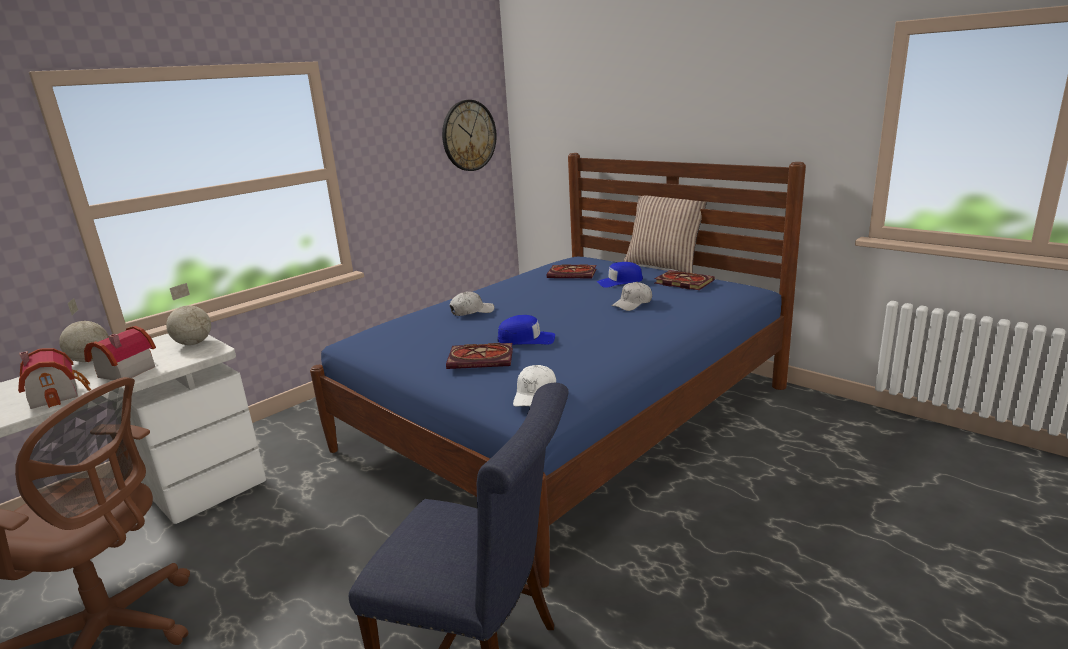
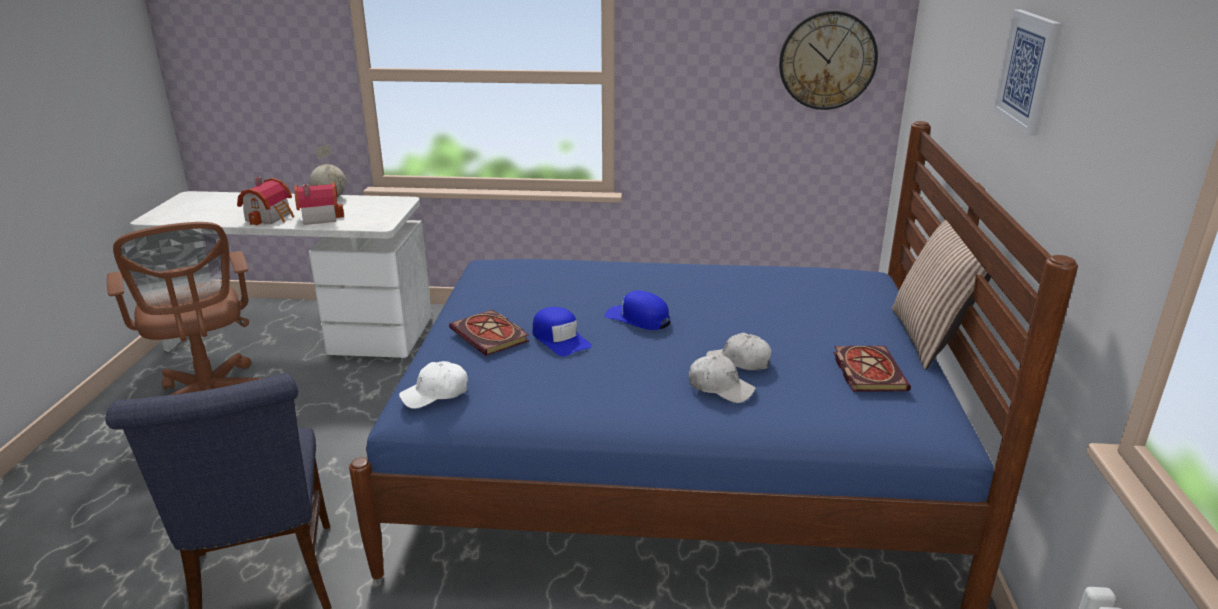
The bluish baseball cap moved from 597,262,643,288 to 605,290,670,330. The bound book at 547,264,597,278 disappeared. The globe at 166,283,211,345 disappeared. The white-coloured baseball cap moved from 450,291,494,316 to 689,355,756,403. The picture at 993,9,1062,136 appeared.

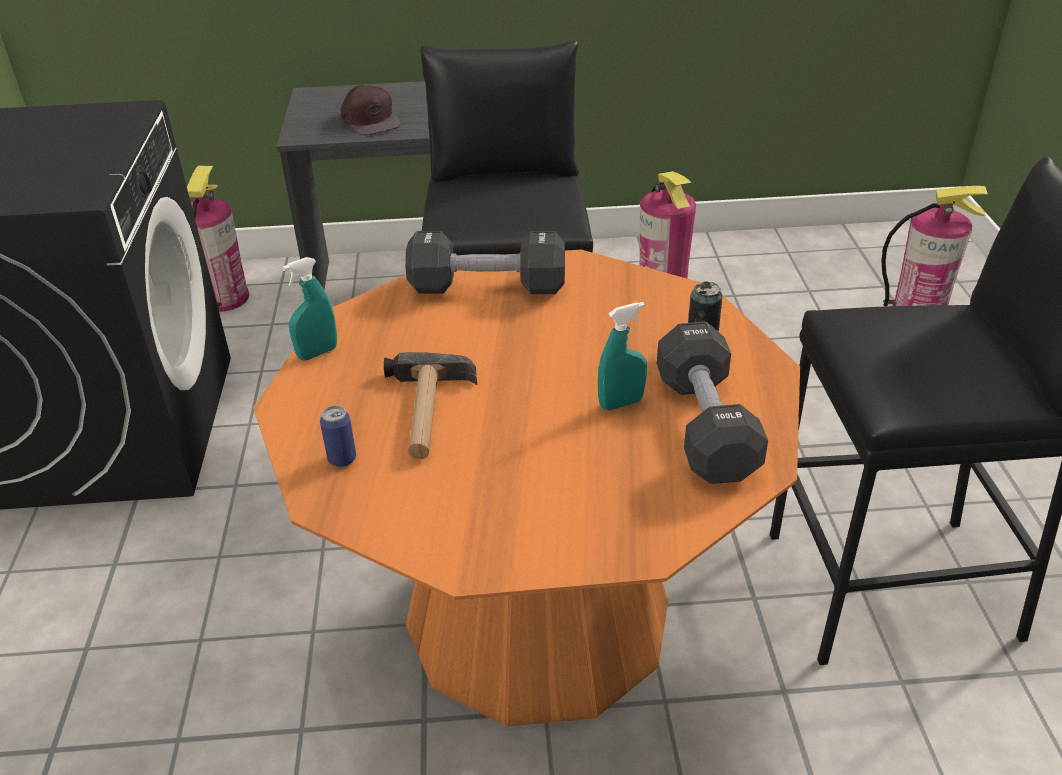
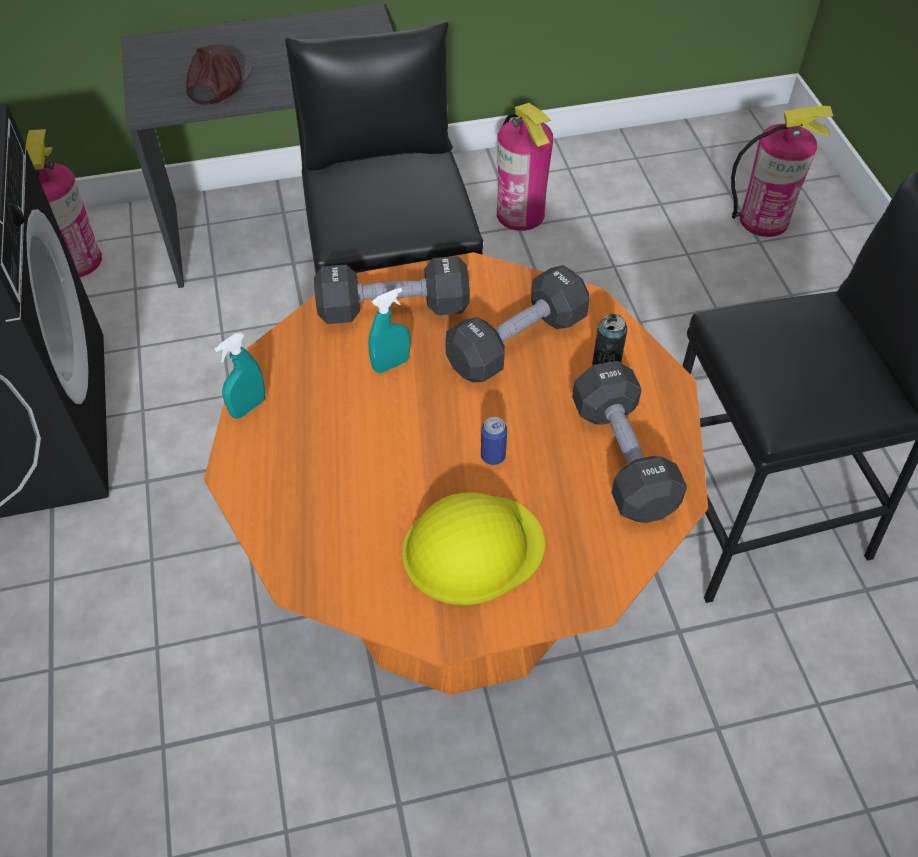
The brownish baseball cap at 341,84,401,135 turned 120 degrees counterclockwise. The blue-green hand sprayer moved from 598,302,647,410 to 368,288,411,373. The hand hammer at 384,353,477,459 disappeared. The can moved from 320,405,356,467 to 481,417,507,465. The black-coloured dumbbell at 446,265,590,382 appeared. The yellow work helmet at 402,492,545,605 appeared.

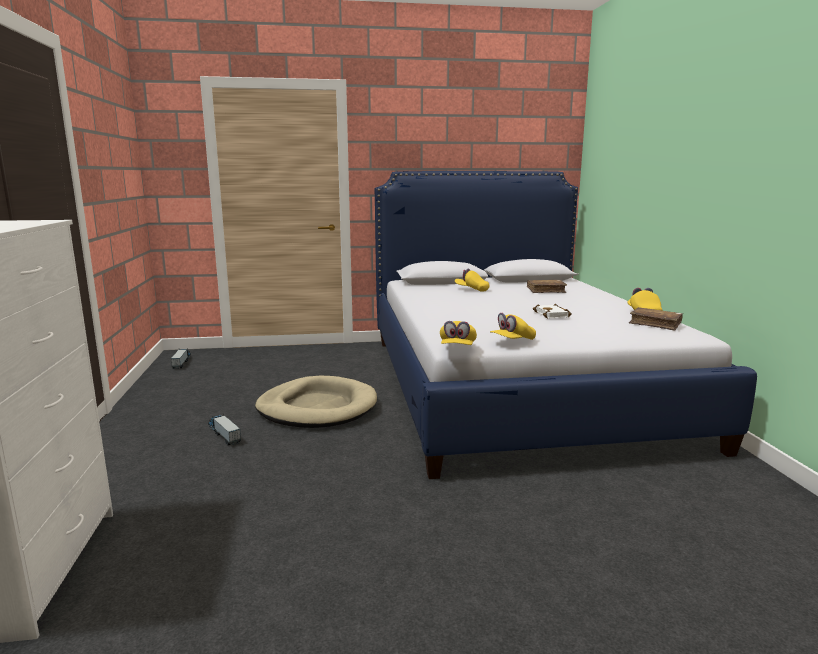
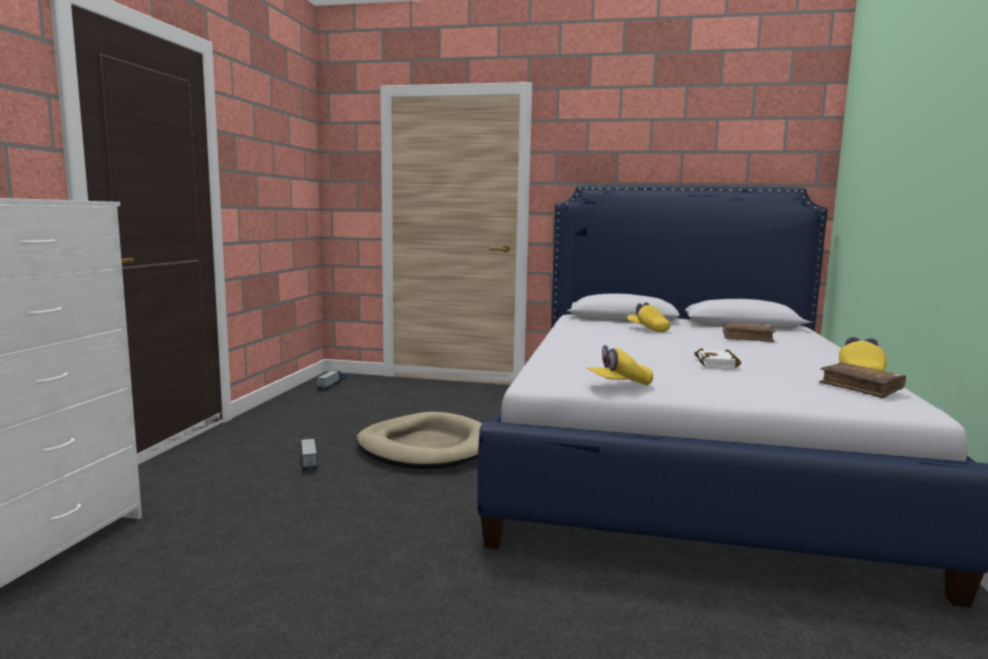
The yellow baseball cap at 440,321,477,345 disappeared.

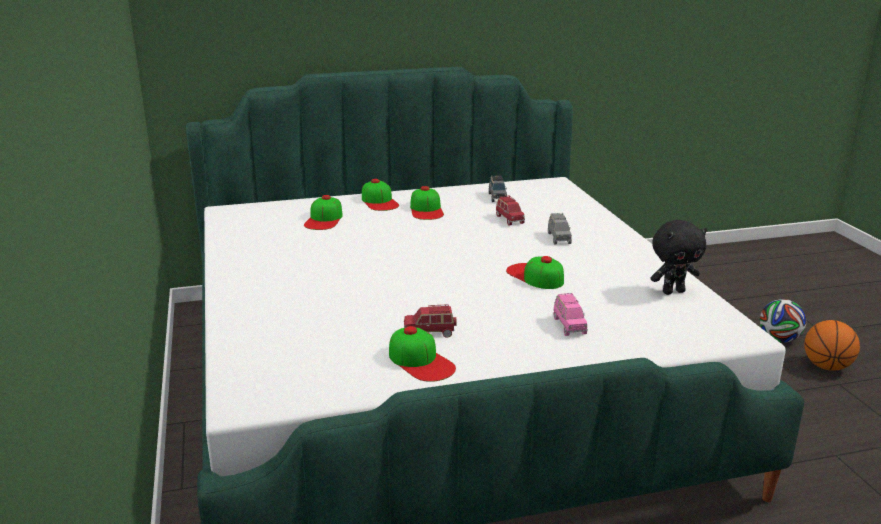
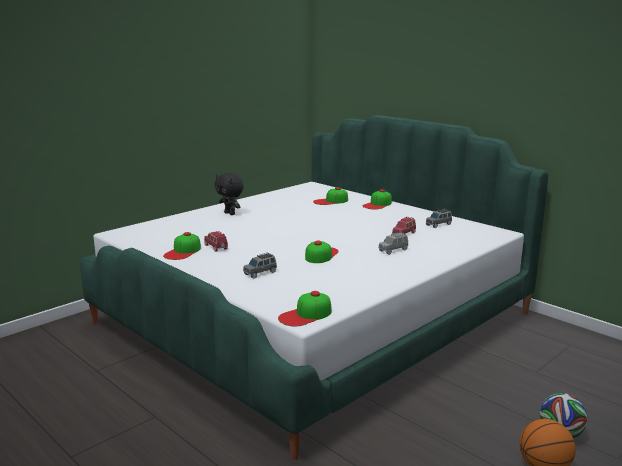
The baseball cap moved from 410,186,444,220 to 278,291,332,326. The black-coloured soft toy moved from 651,220,707,295 to 215,173,244,215. The pink-coloured toy car at 554,293,588,336 became the gray toy car at 243,252,277,279.

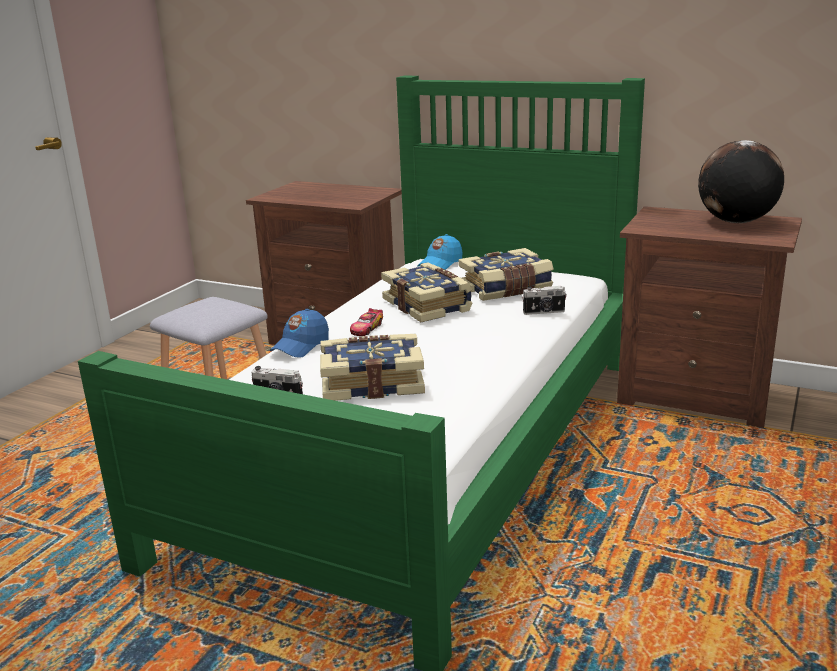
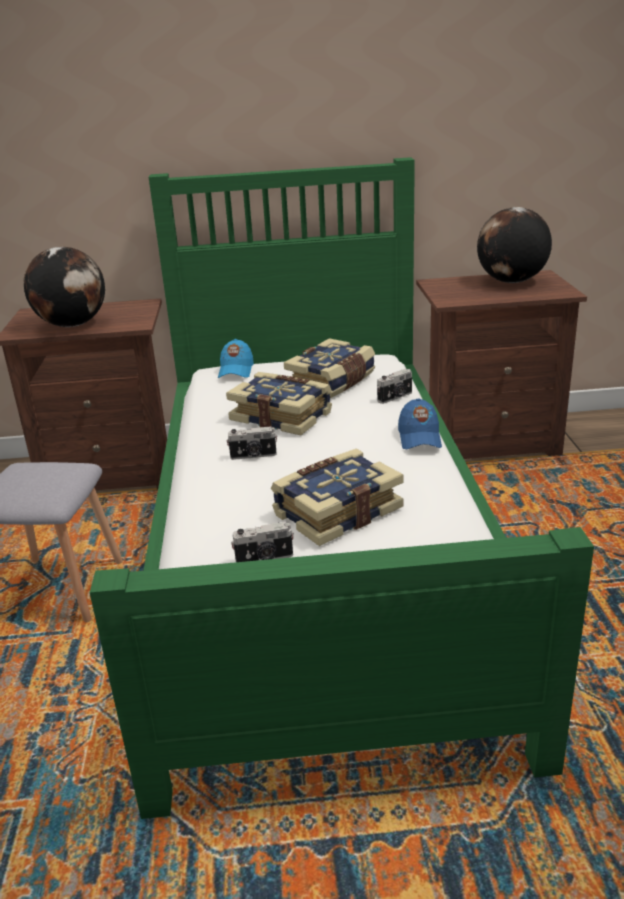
The toy car at 350,308,383,336 was replaced by the photo camera at 227,426,277,460. The bluish baseball cap moved from 269,309,329,358 to 398,398,442,449. The globe at 24,247,105,327 appeared.

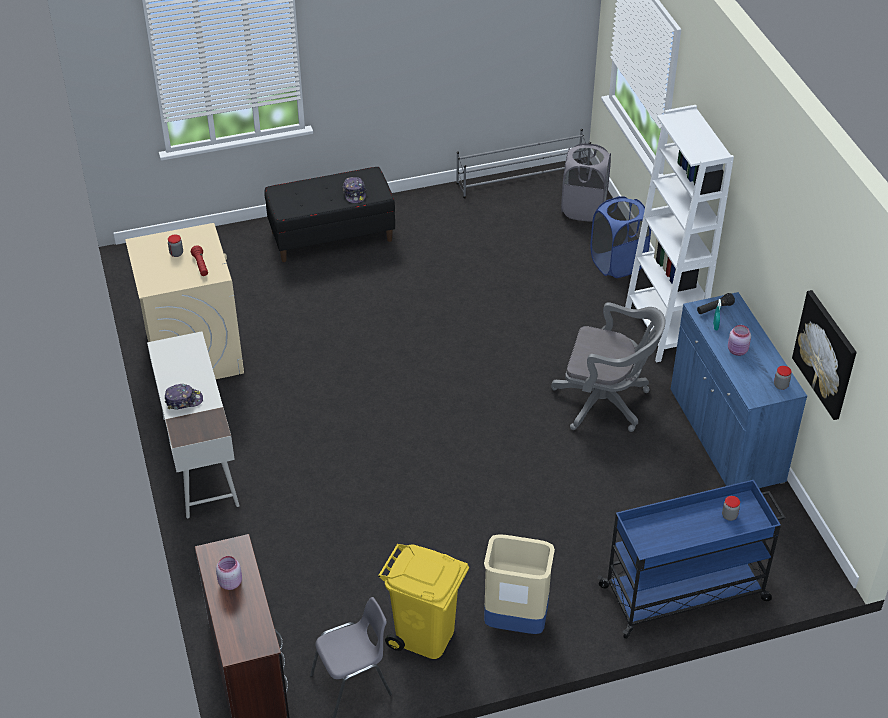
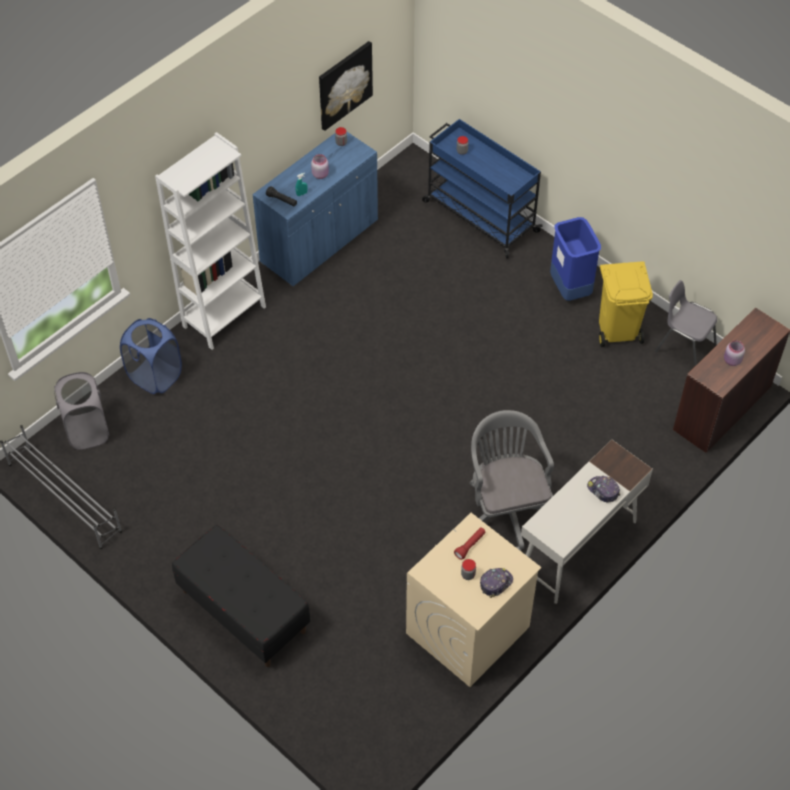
The baseball cap moved from 343,177,366,203 to 480,568,513,598. The gray office chair moved from 551,302,665,432 to 469,410,554,551. The sand-coloured waste bin at 484,534,555,634 became the bluish waste bin at 550,217,601,301.

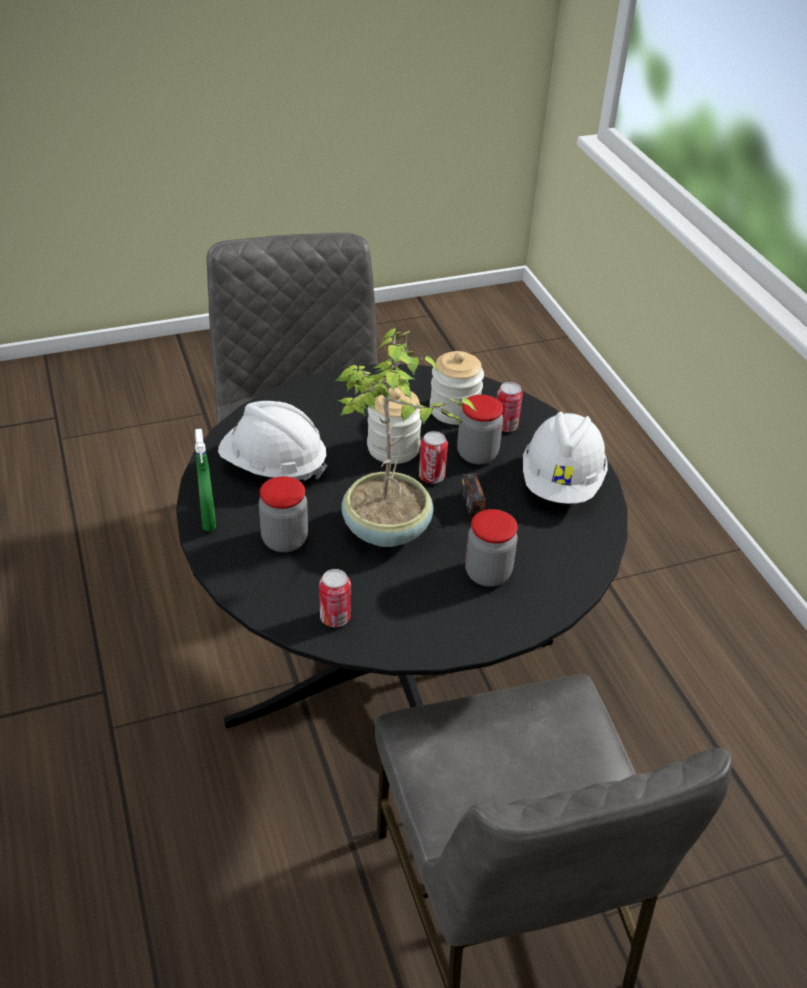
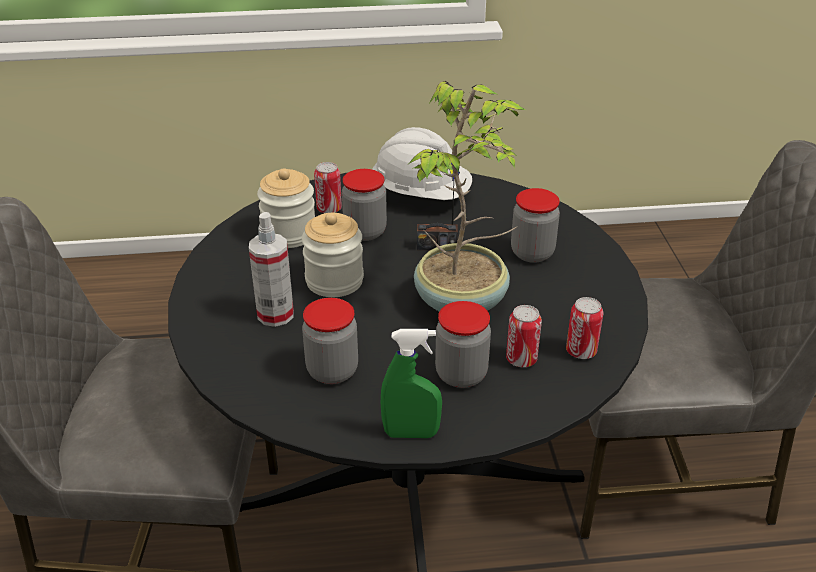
The white-coloured work helmet at 218,401,327,481 was replaced by the preserve jar at 302,298,358,384. The can moved from 419,431,448,483 to 506,305,542,367. The hand sprayer at 249,212,294,327 appeared.

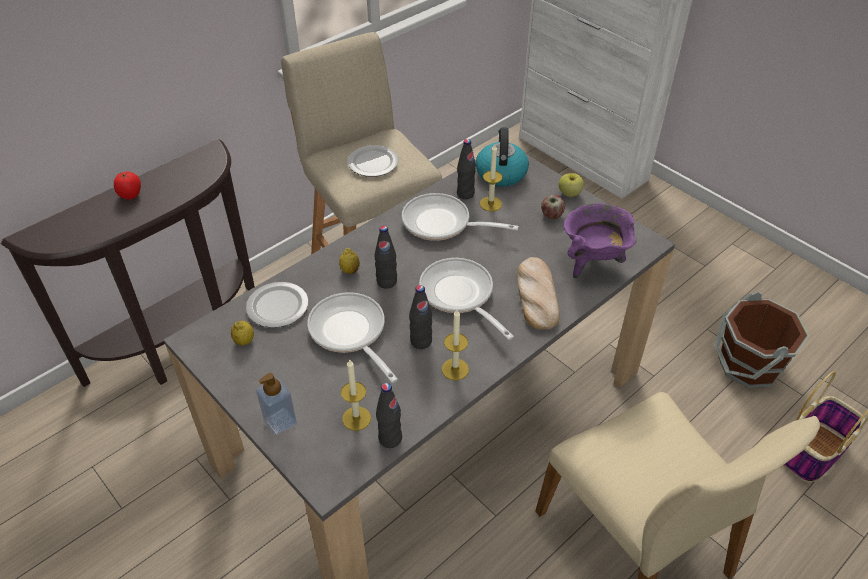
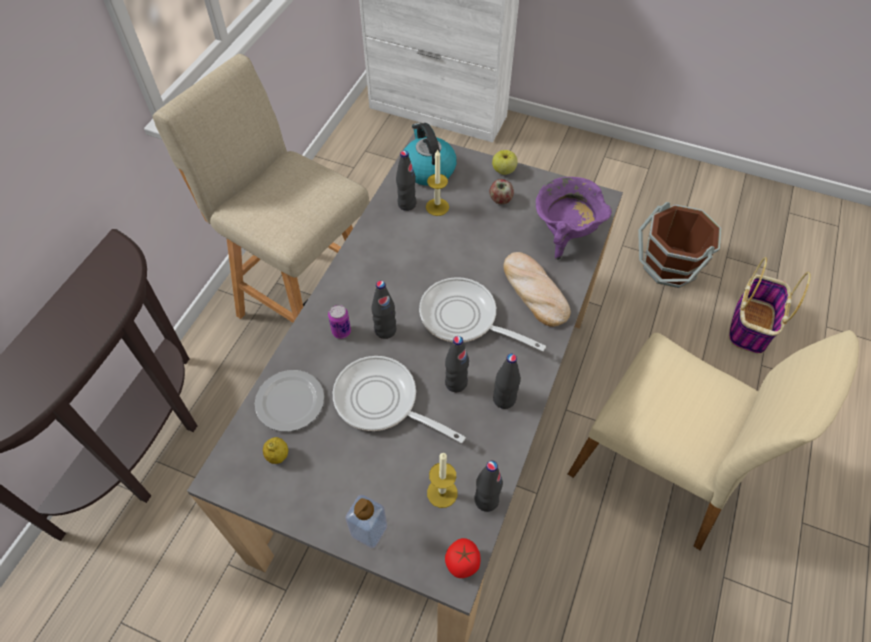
The plate at 347,145,399,177 disappeared. The whole tomato moved from 114,172,141,199 to 445,538,481,578. The skillet at 402,193,519,241 disappeared. The citrus fruit at 339,248,360,274 was replaced by the can at 328,304,351,339. The candle at 441,310,469,380 was replaced by the black-coloured drink bottle at 493,354,521,409.

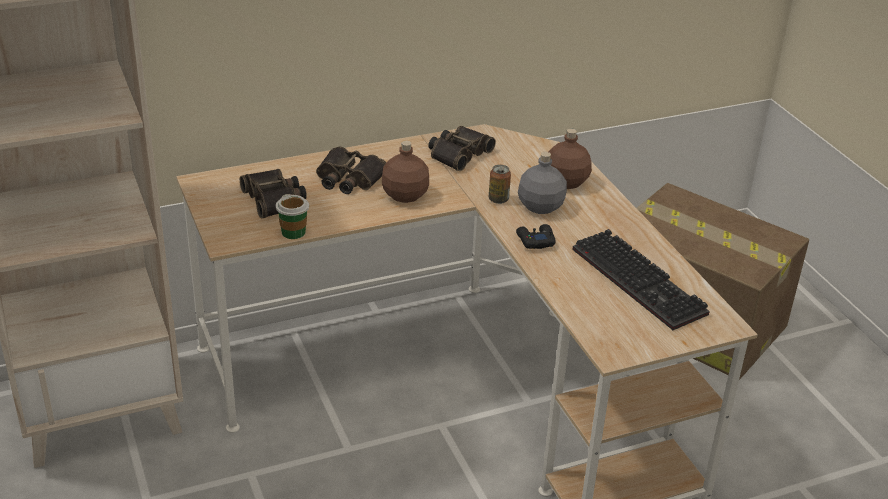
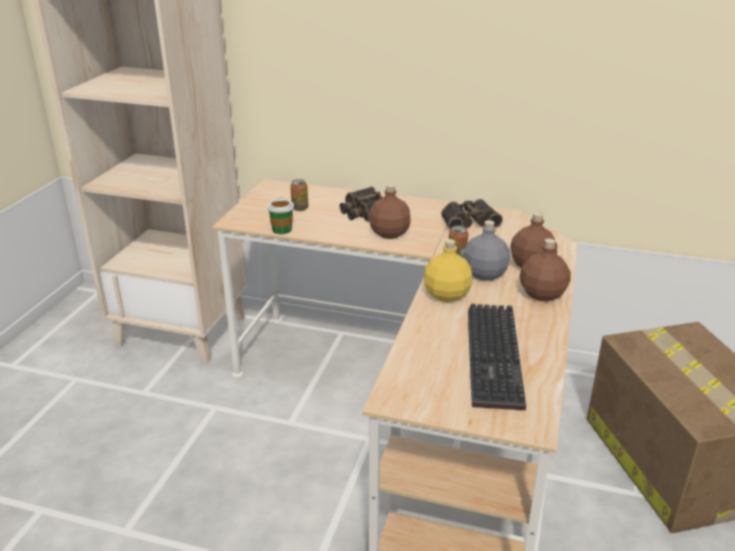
The pair of binoculars at 240,169,307,219 was replaced by the can at 290,179,308,211. The black-coloured joypad at 516,224,556,249 was replaced by the yellow drink bottle at 424,239,472,302. The brownish drink bottle at 520,238,571,301 appeared.

